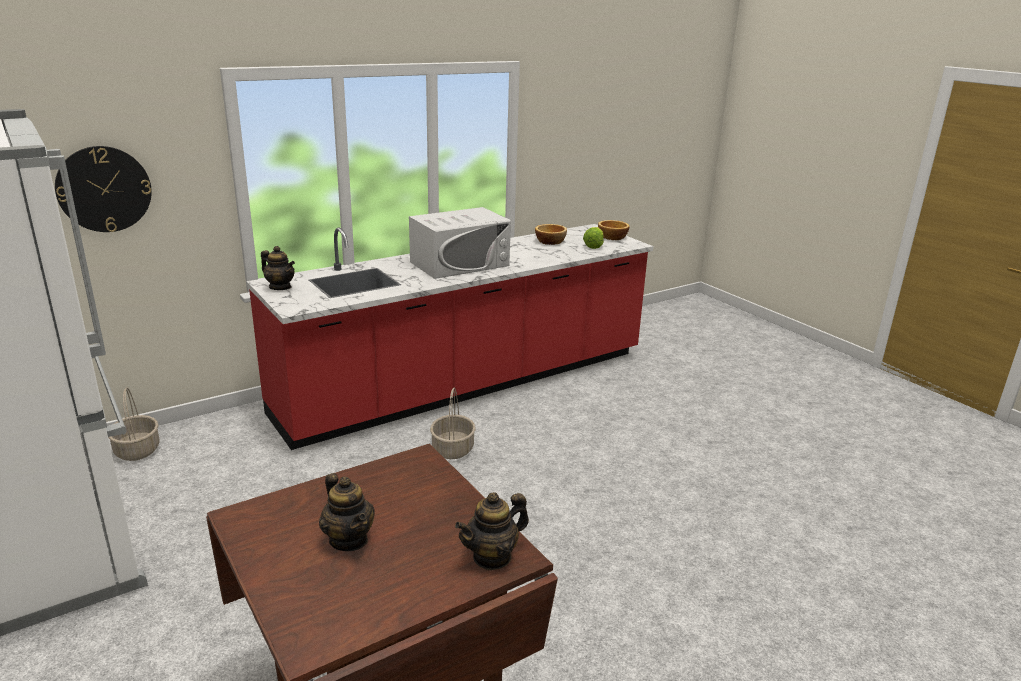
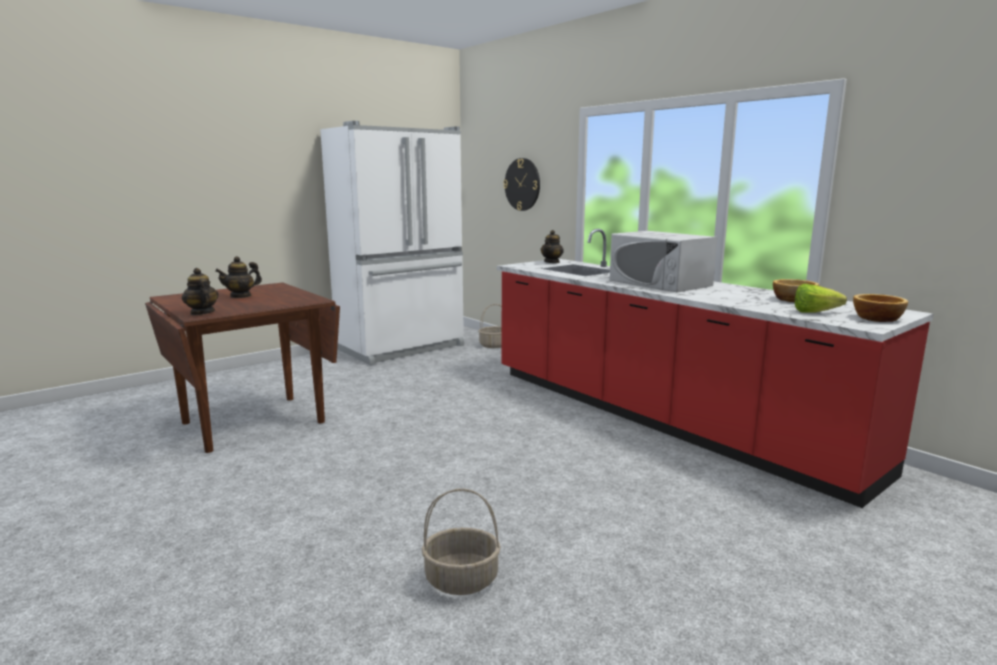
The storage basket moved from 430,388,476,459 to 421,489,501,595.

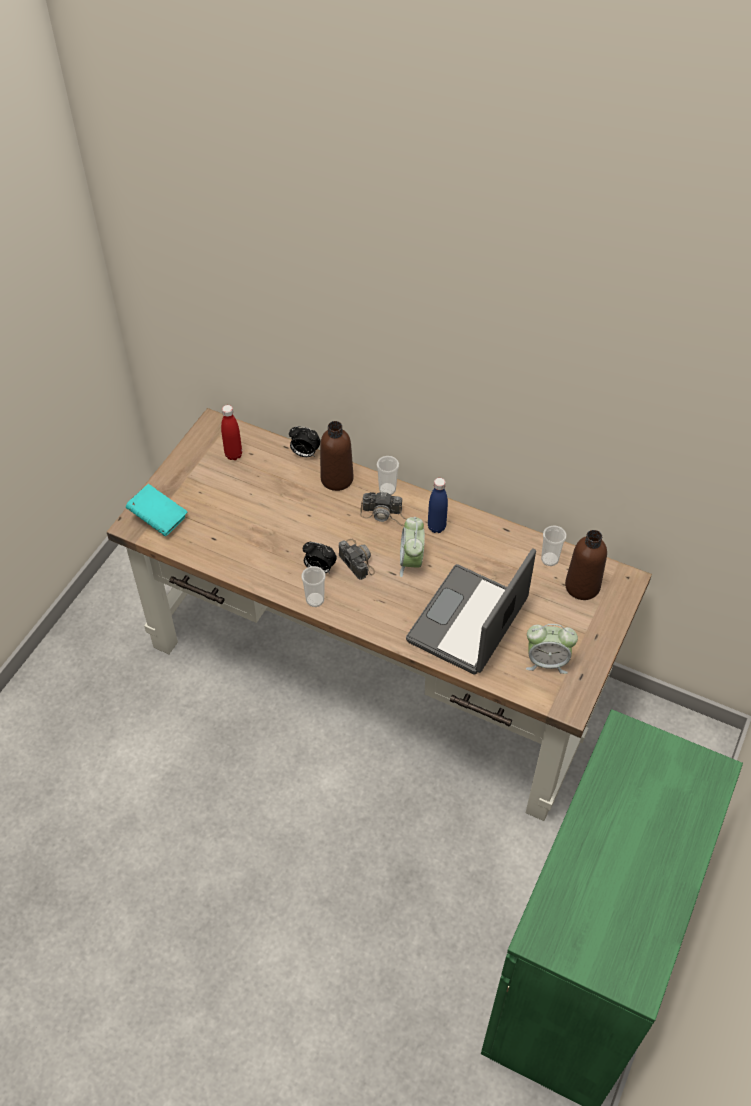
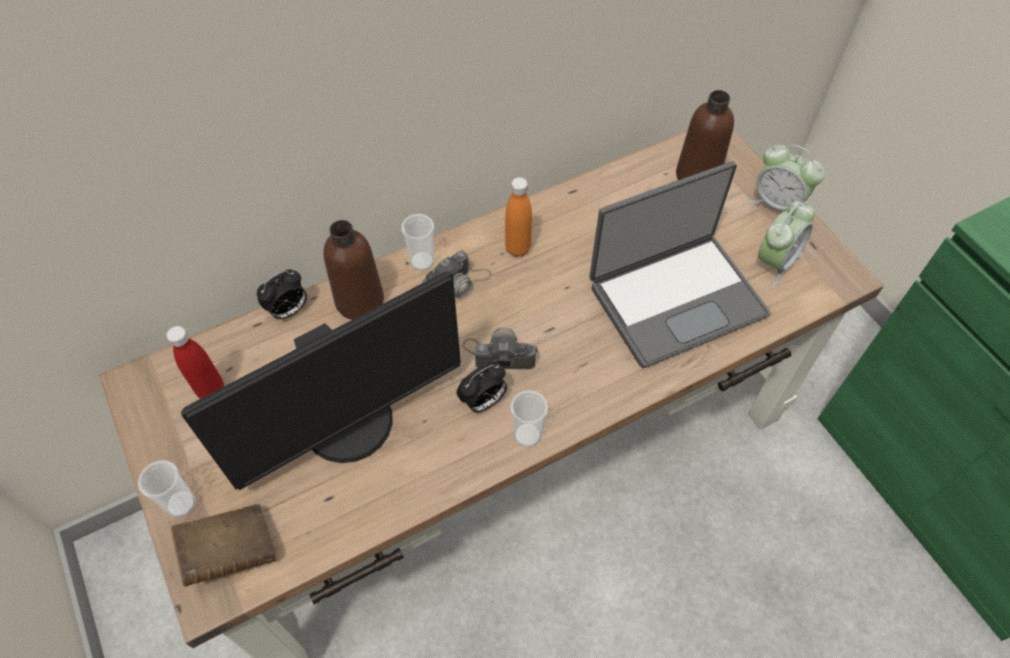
The bluish drink bottle at 428,478,448,533 became the orange drink bottle at 505,177,532,257. The blue-green bound book at 126,484,187,537 became the brownish bound book at 171,504,276,587. The bedside clock moved from 400,517,425,577 to 748,145,825,211. The small cup moved from 541,525,567,566 to 138,461,196,517. The portable computer at 406,548,536,675 turned 90 degrees counterclockwise. The monitor at 180,272,461,490 appeared.

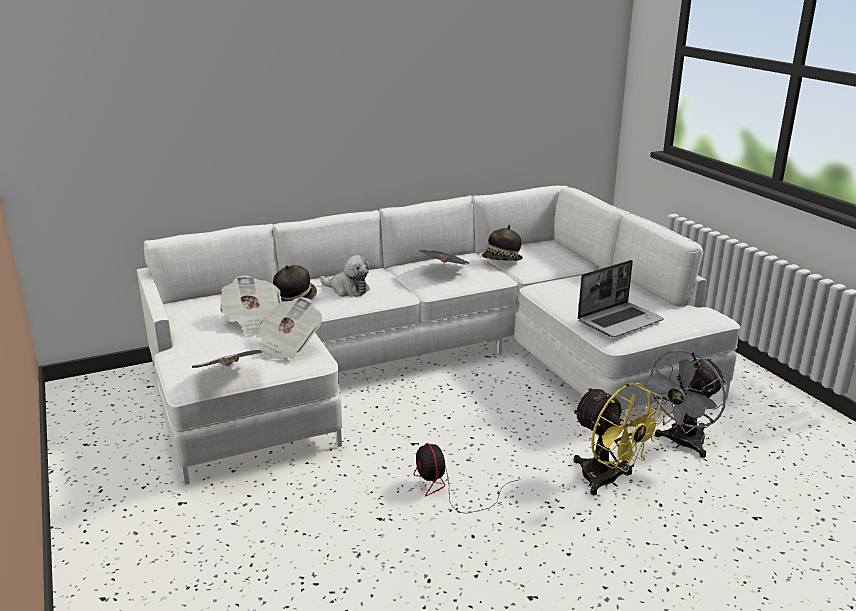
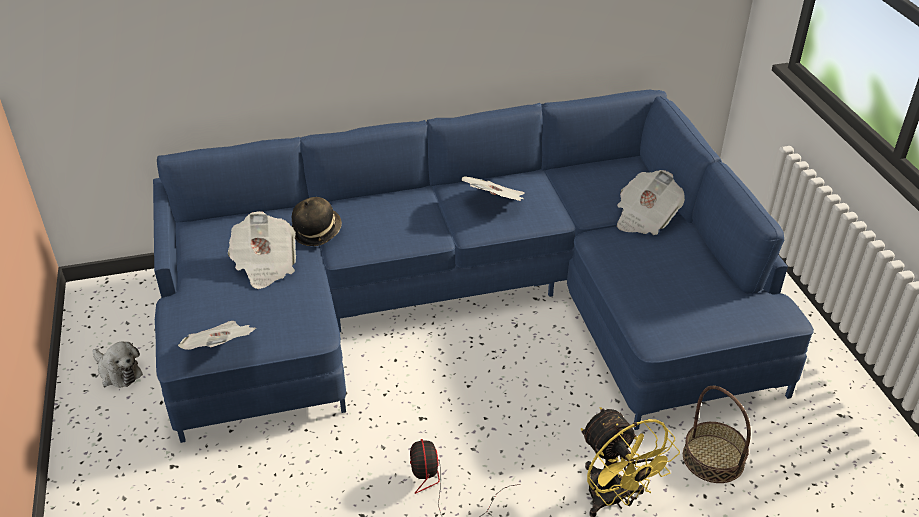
The white-coloured settee at 137,185,741,485 became the bluish settee at 153,90,814,443. The wearable hat at 482,225,523,261 disappeared. The soft toy moved from 320,255,370,297 to 92,341,143,388. The portable computer at 578,260,664,337 disappeared. The newspaper moved from 254,297,322,360 to 617,170,685,235. The gray fan at 641,350,726,458 was replaced by the storage basket at 683,386,751,483.

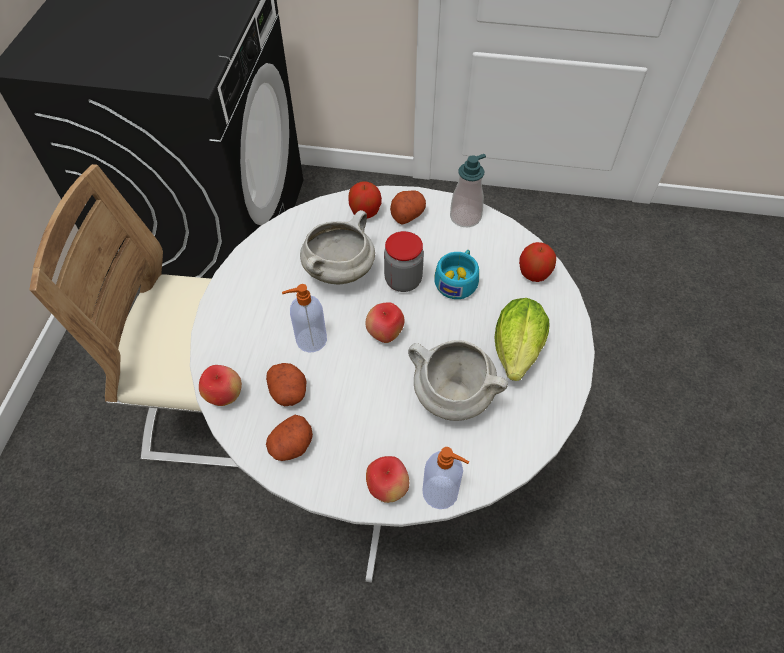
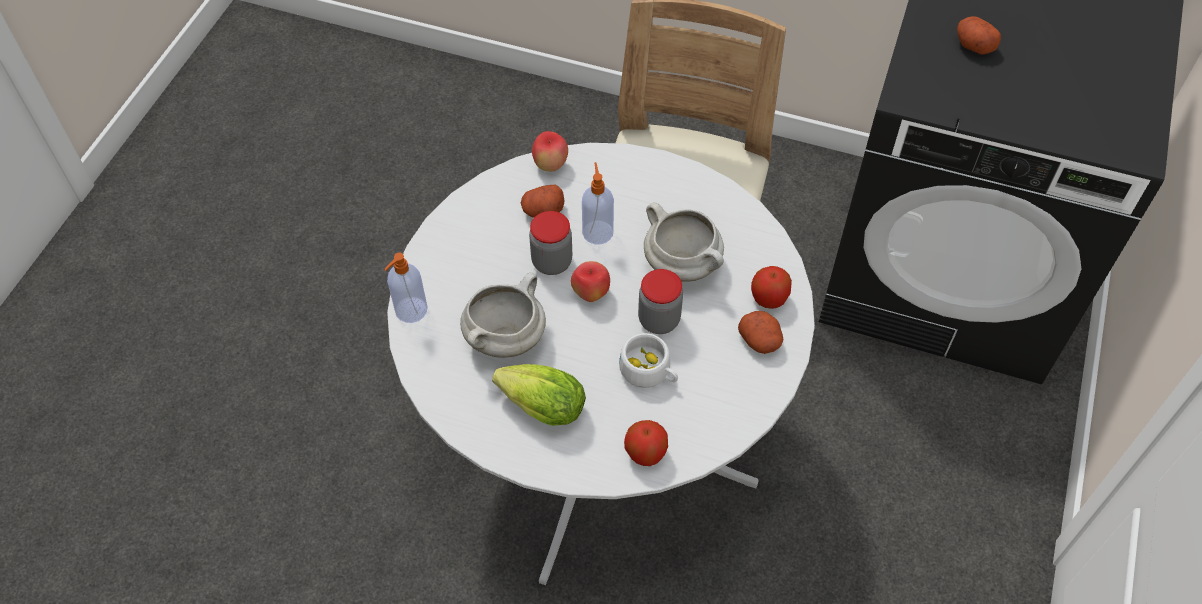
The liquid soap bottle at 450,154,486,227 disappeared. The blue-green small cup at 434,250,479,299 became the white-coloured small cup at 619,333,678,388. The spud moved from 266,415,313,461 to 957,16,1001,55. The apple fruit at 366,456,409,503 disappeared. The preserve jar at 529,211,572,275 appeared.

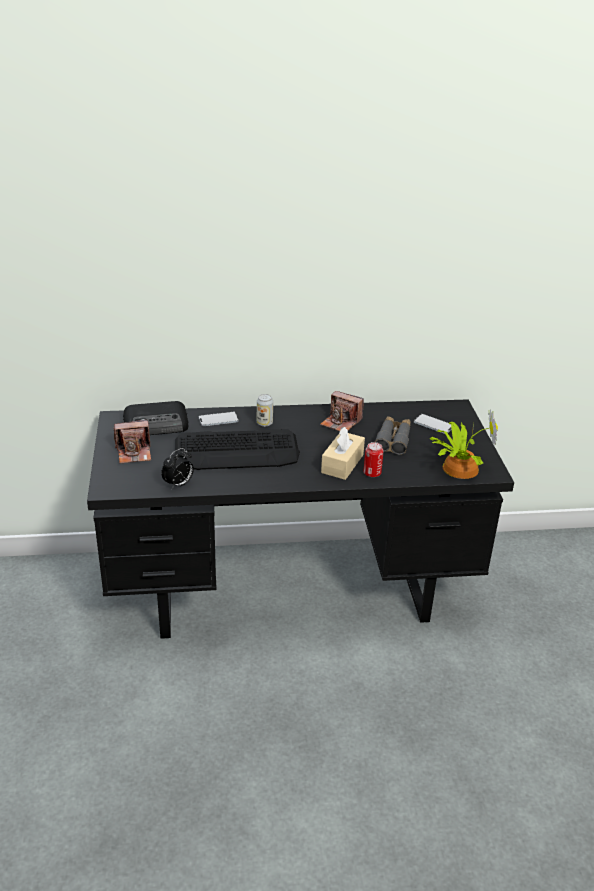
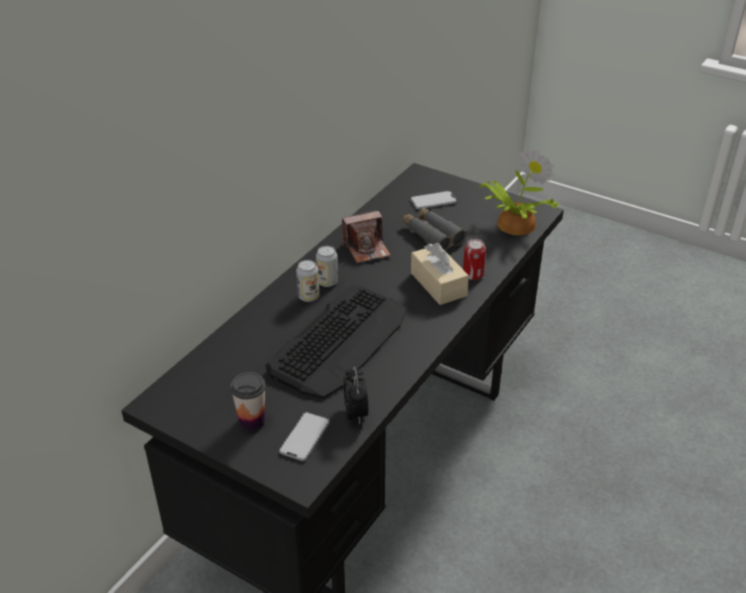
The radio set at 123,401,189,435 disappeared. The phone moved from 199,412,239,426 to 279,412,330,461. The photo camera at 114,420,151,463 was replaced by the small cup at 230,372,266,431. The can at 316,246,338,287 appeared.

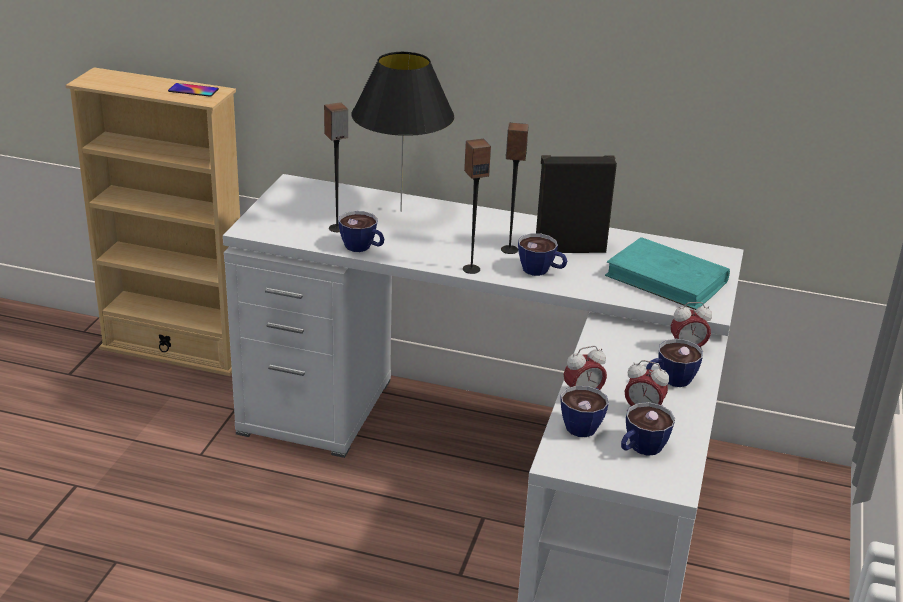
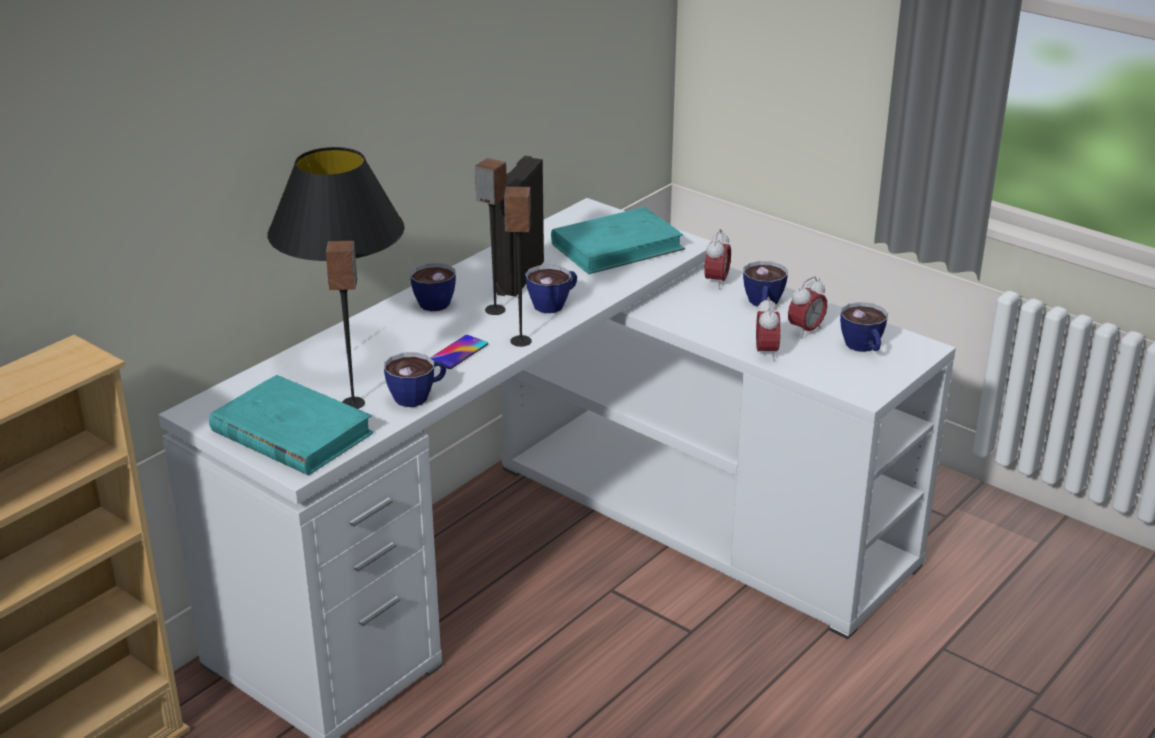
The phone moved from 168,83,219,97 to 430,335,488,369. The small cup moved from 560,386,609,437 to 410,263,456,311. The blue-green bound book at 209,375,373,476 appeared.

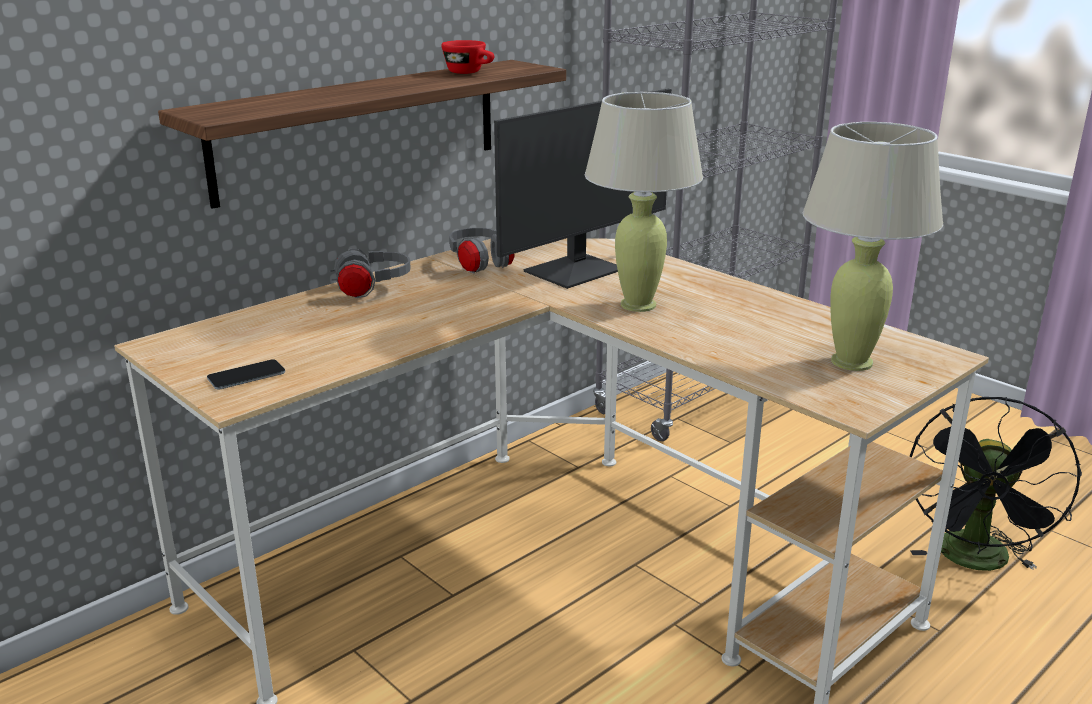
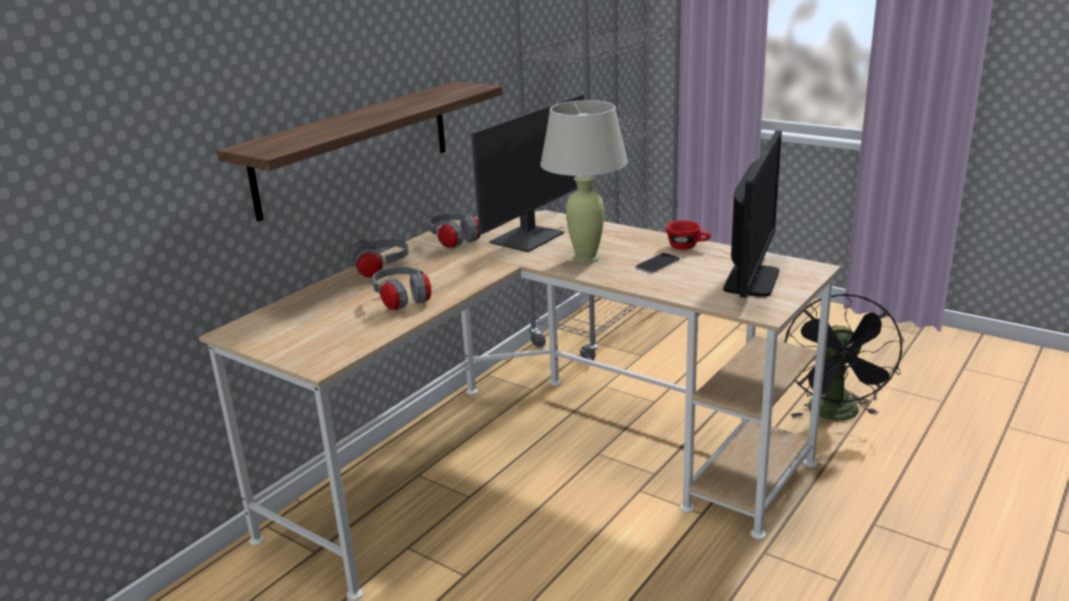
The reddish small cup moved from 441,40,494,74 to 666,220,711,250. The sand-coloured tabletop lamp at 802,122,943,371 was replaced by the monitor at 723,130,782,298. The phone moved from 207,359,285,389 to 636,253,680,273. The gray headphones at 372,266,432,311 appeared.

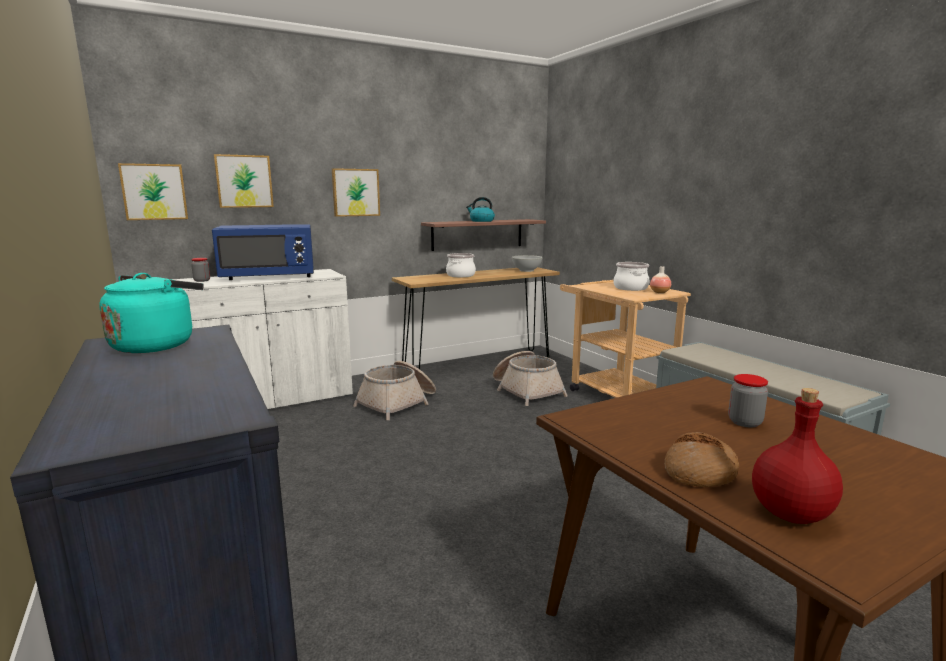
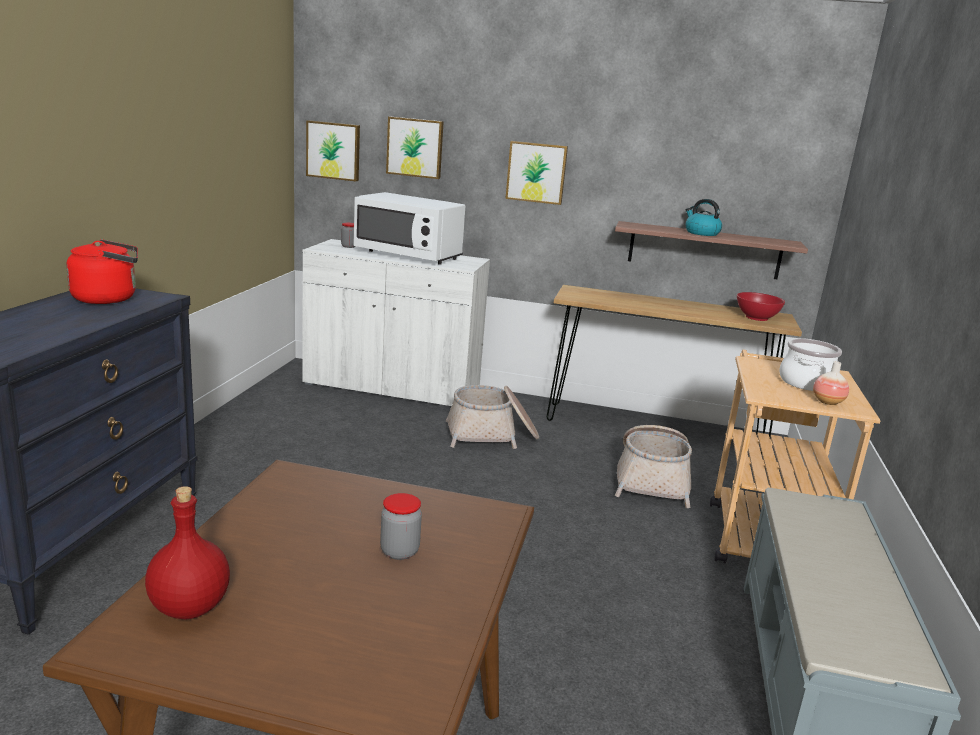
The bluish kitchen microwave at 212,224,314,280 became the white-coloured kitchen microwave at 353,192,465,265. The saucepot at 446,253,476,277 disappeared. The white-coloured bowl at 512,255,542,272 became the reddish bowl at 737,292,785,321. The blue-green tea kettle at 99,273,204,353 became the reddish tea kettle at 66,239,138,304. The baked bread at 664,432,739,487 disappeared.

